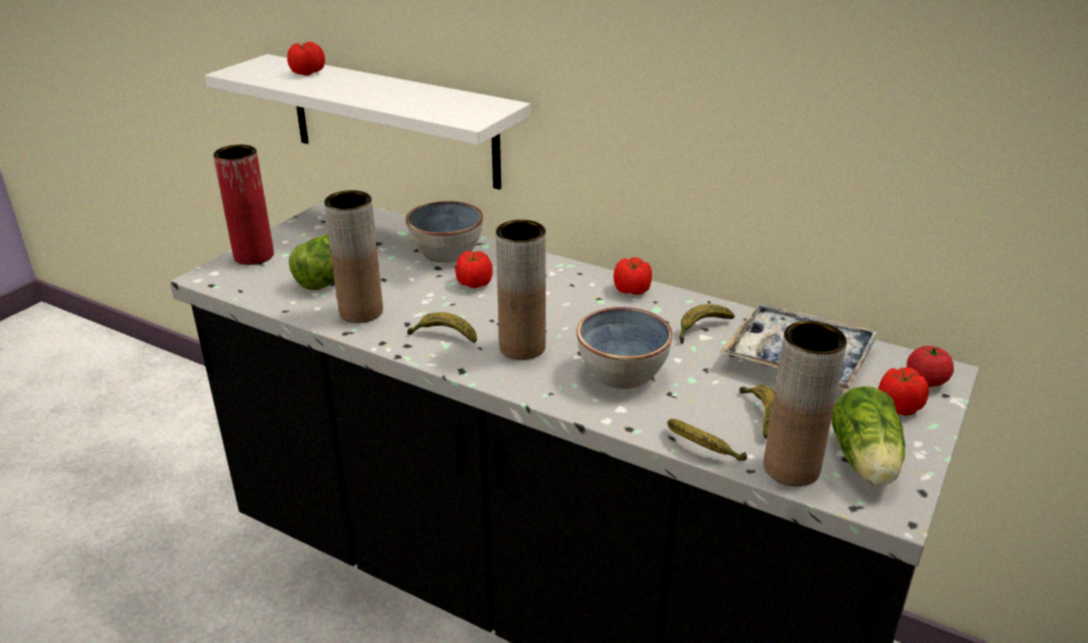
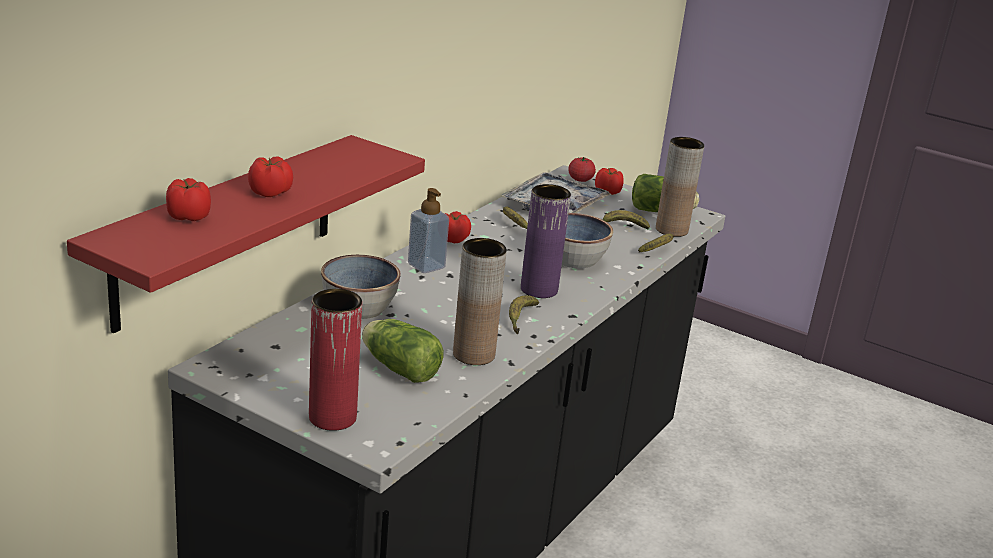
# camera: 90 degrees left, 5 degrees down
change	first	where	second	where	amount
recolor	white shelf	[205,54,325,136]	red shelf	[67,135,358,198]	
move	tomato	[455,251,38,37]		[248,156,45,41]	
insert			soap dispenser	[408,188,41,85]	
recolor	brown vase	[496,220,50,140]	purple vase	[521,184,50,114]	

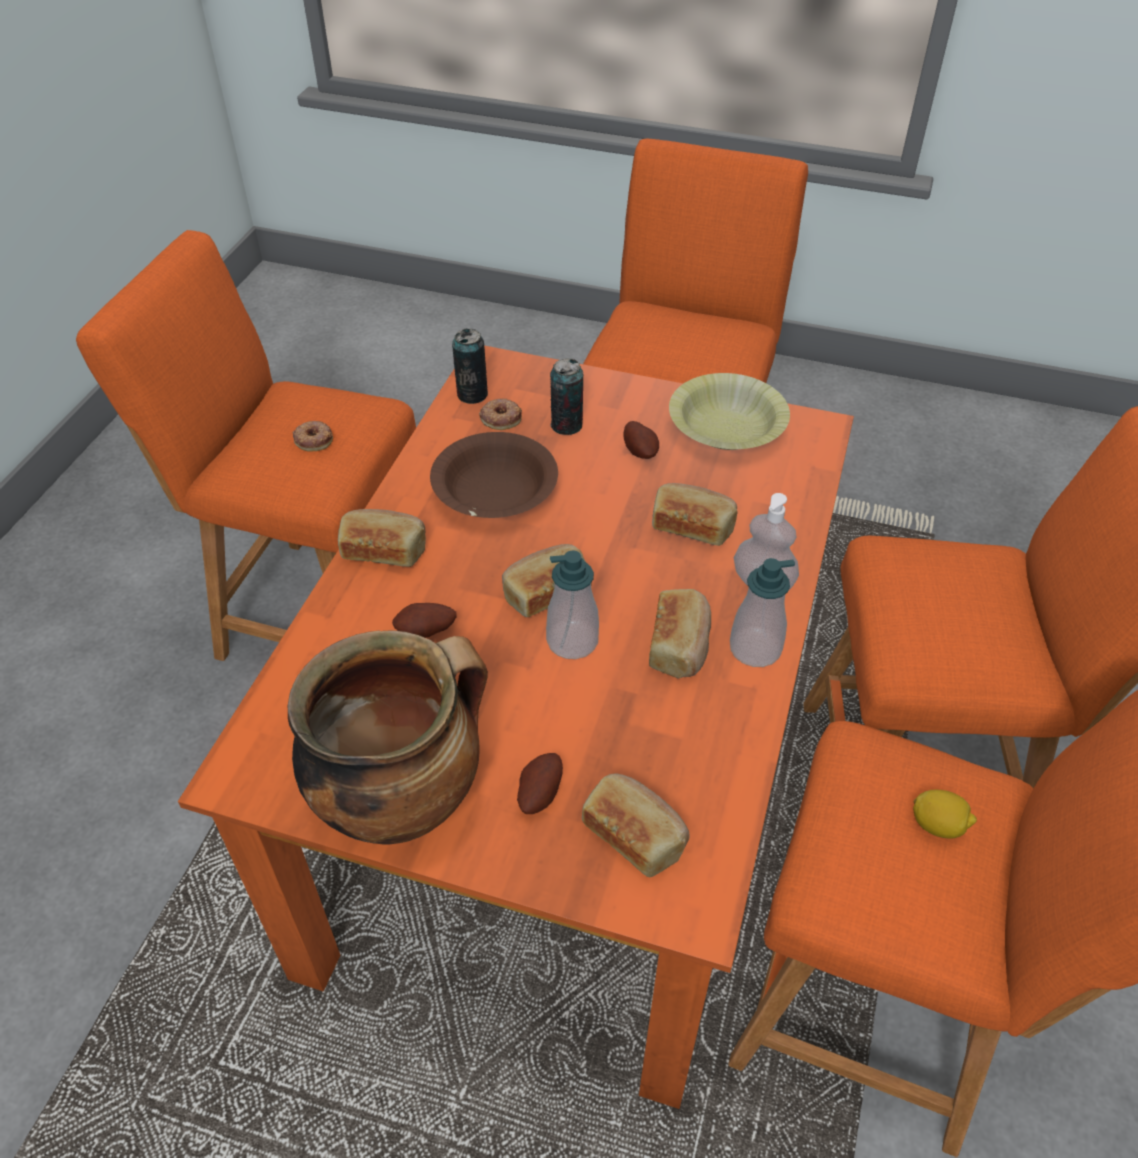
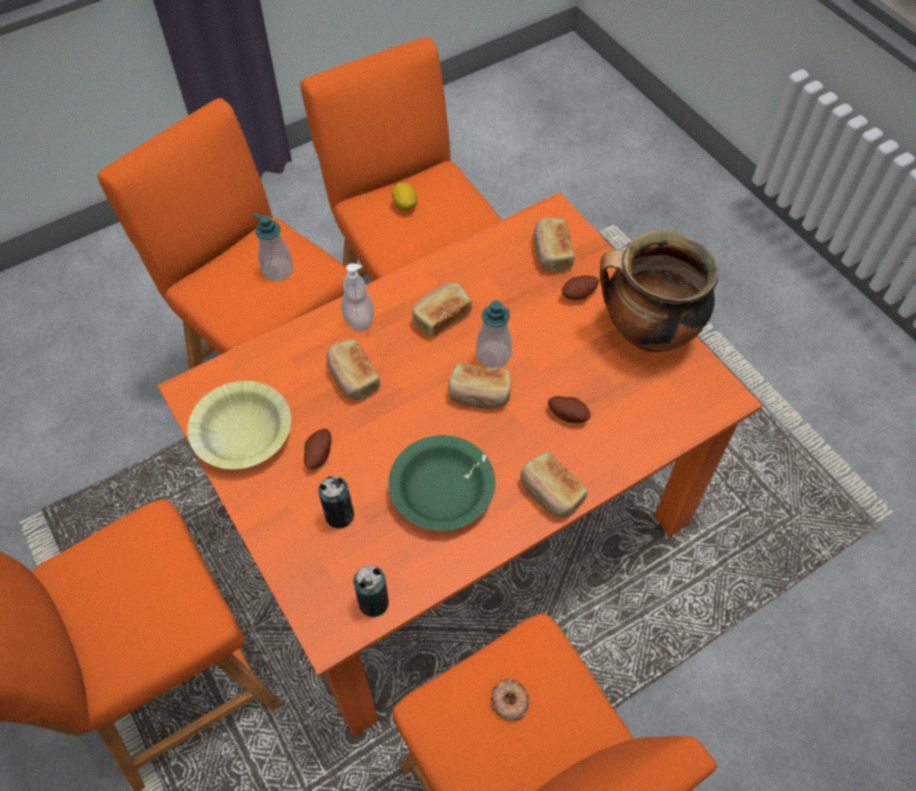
# camera: 140 degrees left, 10 degrees up
change	first	where	second	where	amount
move	soap dispenser	[730,558,65,109]		[253,213,40,68]	
recolor	brown bowl	[430,432,128,86]	green bowl	[388,435,107,96]	
delete	donut	[479,398,43,32]			

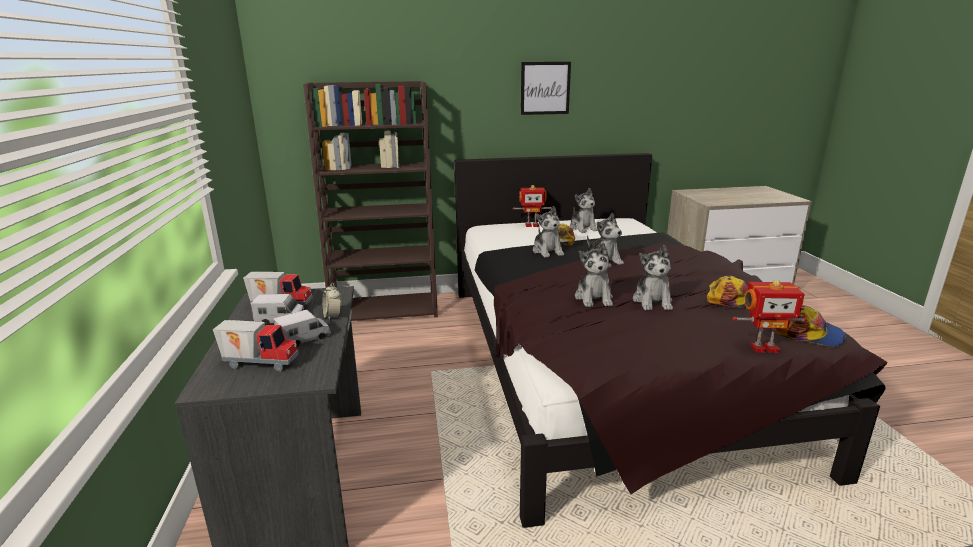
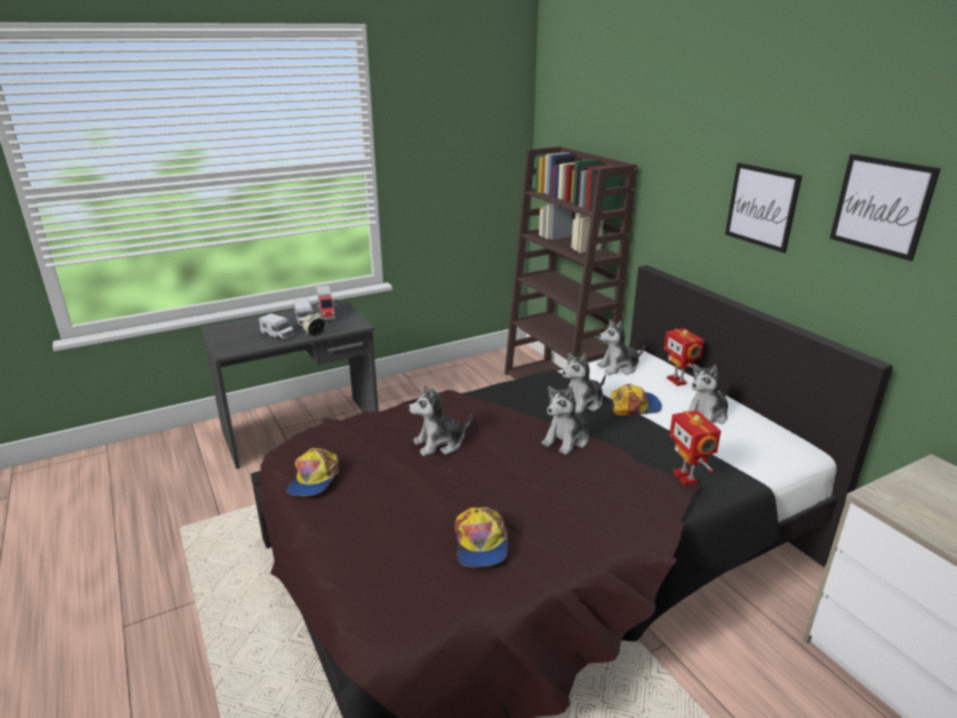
# camera: 70 degrees right, 5 degrees up
change	first	where	second	where	amount
move	cap	[775,305,71,42]		[286,448,53,48]	
move	plush toy	[633,245,40,65]		[597,320,48,55]	
move	toy robot	[733,280,73,73]		[669,410,52,75]	
insert			picture	[830,154,111,107]	
delete	toy truck	[213,320,86,51]			

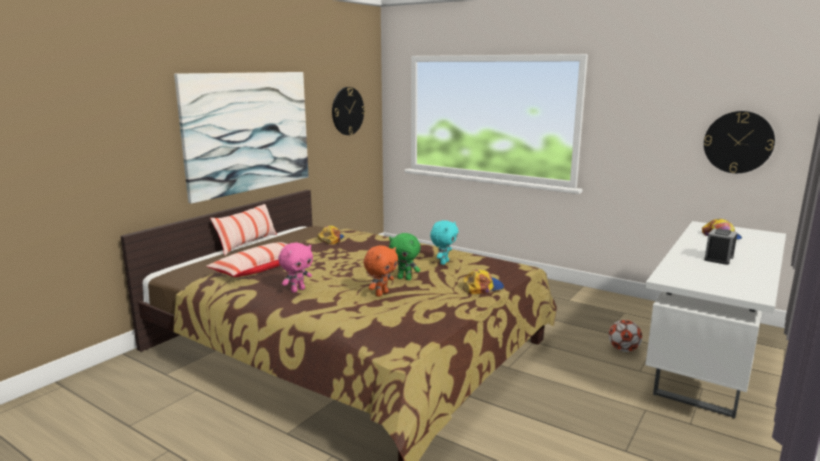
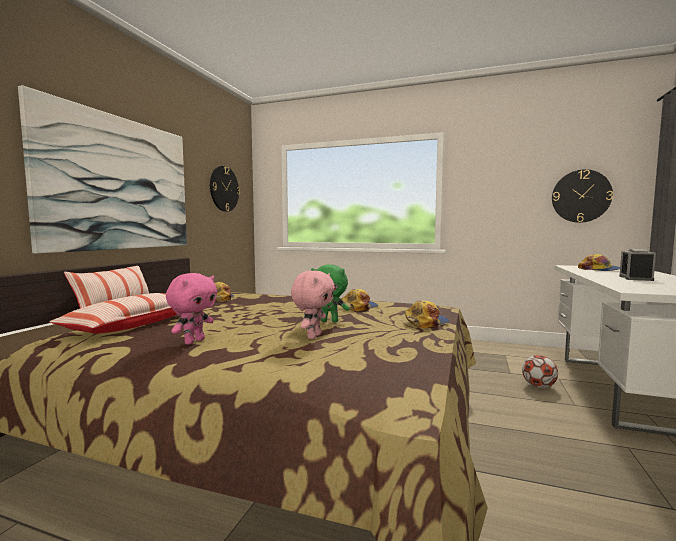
# camera: 15 degrees left, 10 degrees down
change	first	where	second	where	amount
recolor	orange plush toy	[364,245,34,52]	pink plush toy	[291,271,44,68]	
replace	turquoise plush toy	[430,220,28,45]	cap	[342,289,36,22]	

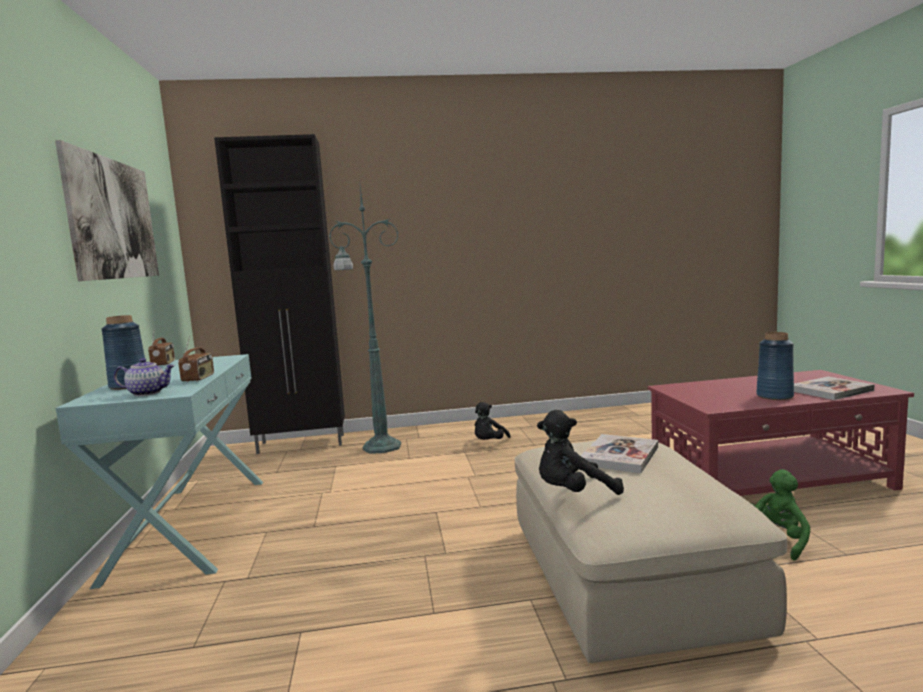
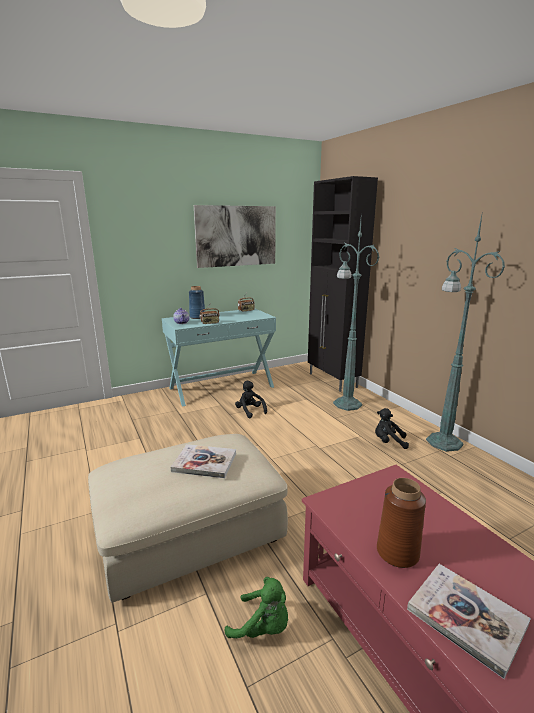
# camera: 70 degrees right, 10 degrees up
change	first	where	second	where	amount
move	black plush toy	[537,410,87,85]		[235,381,32,37]	
recolor	blue vase	[756,332,38,68]	brown vase	[377,478,49,90]	
insert			green floor lamp	[426,211,79,241]	

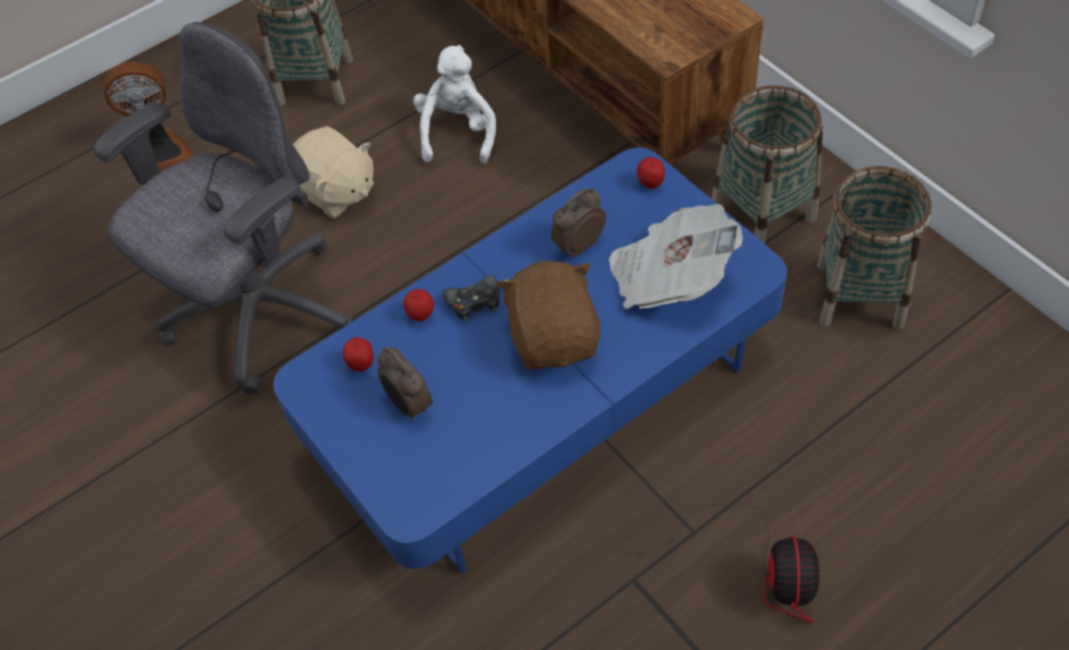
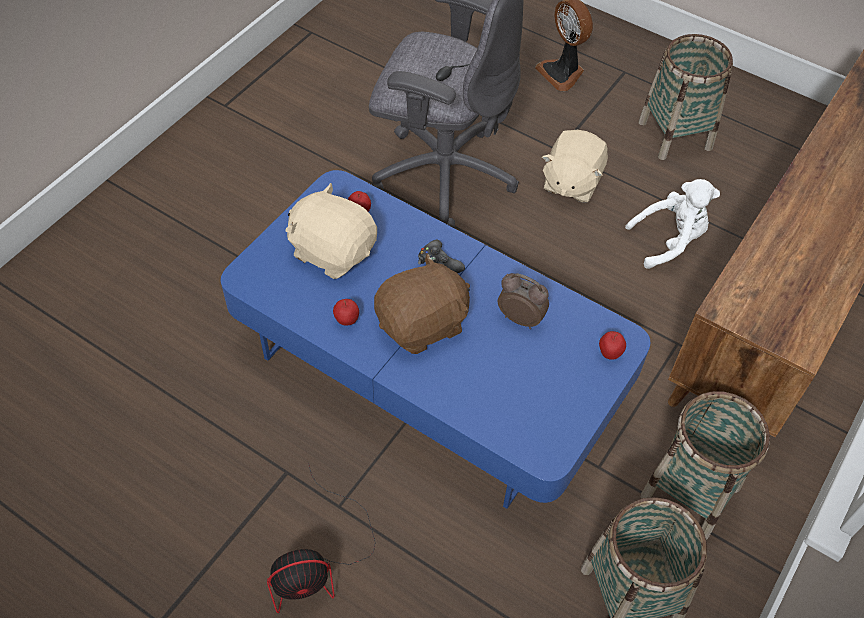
# camera: 65 degrees right, 0 degrees up
change	first	where	second	where	amount
replace	alarm clock	[378,347,55,75]	beige plush toy	[285,183,92,96]	
move	apple	[403,289,31,33]		[333,299,26,27]	
delete	newspaper	[609,204,134,105]			

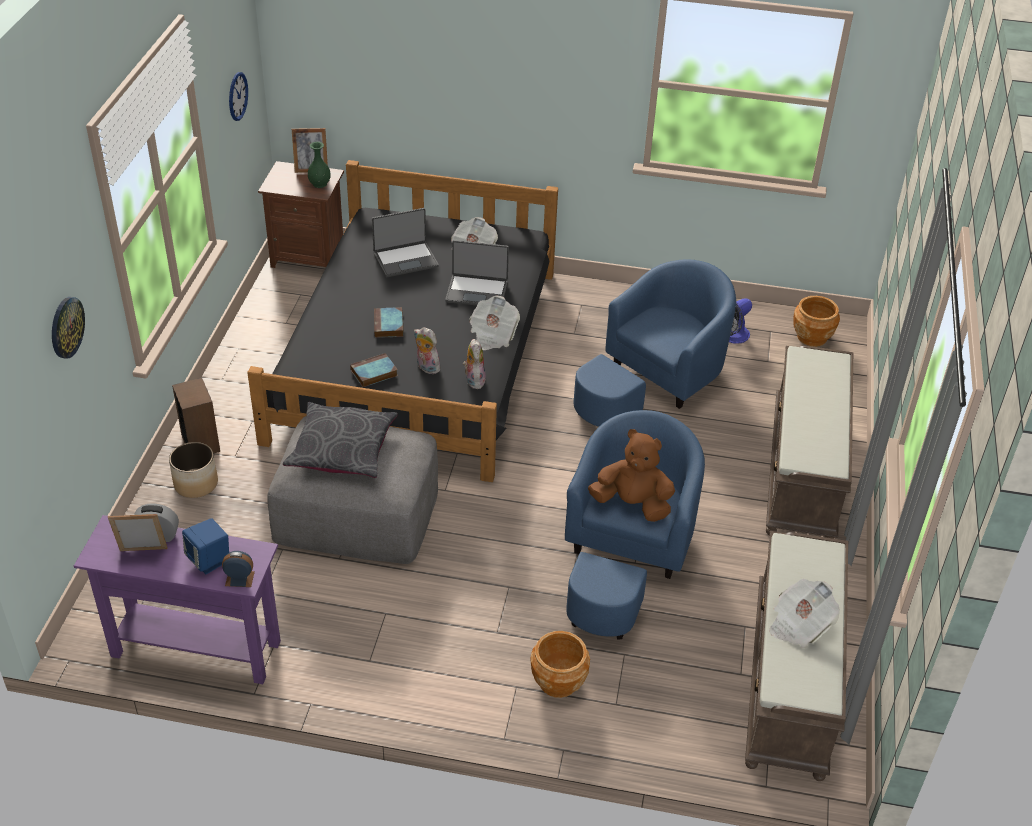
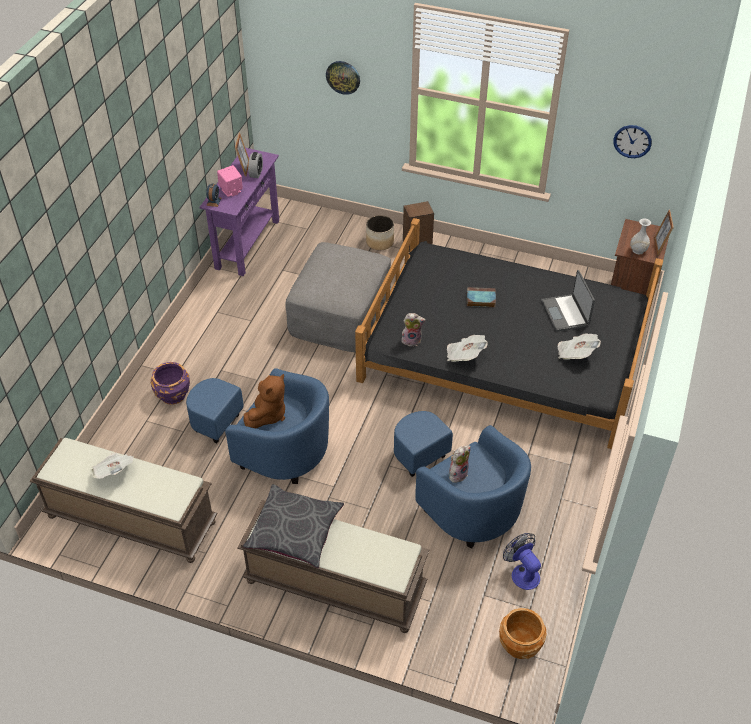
# camera: 100 degrees right, 5 degrees up
change	first	where	second	where	amount
recolor	brown planter	[530,631,60,67]	purple planter	[151,362,39,43]	
recolor	blue speaker	[182,518,47,56]	pink speaker	[217,165,26,32]	
move	grey pillow	[283,402,115,76]		[243,484,101,84]	
move	plush toy	[414,327,26,47]		[449,445,21,38]	
recolor	green vase	[308,142,23,46]	white vase	[630,218,21,36]	
delete	book	[350,353,48,34]			
delete	laptop	[445,240,64,66]			

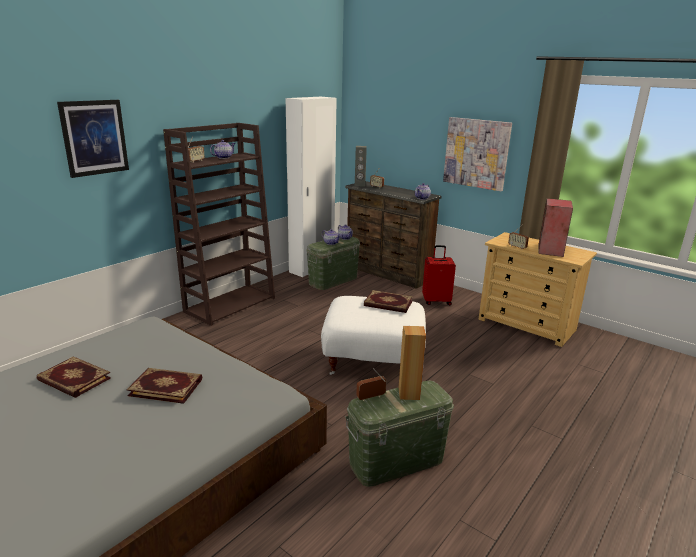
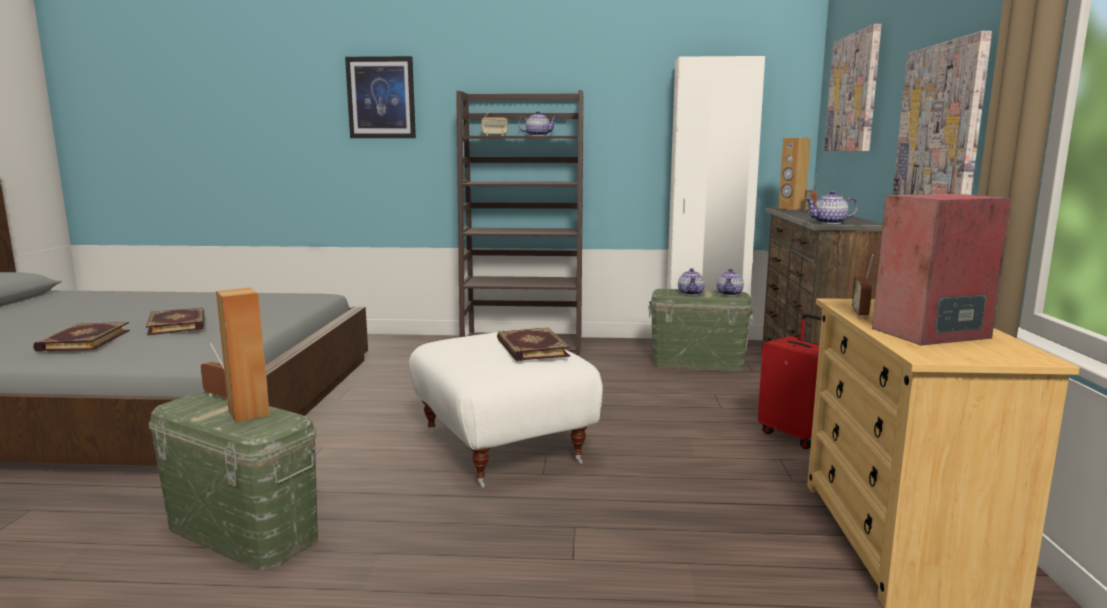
# camera: 55 degrees right, 10 degrees down
change	first	where	second	where	amount
move	book	[37,356,74,42]		[33,322,97,30]	
recolor	grey speaker	[355,146,12,40]	brown speaker	[778,138,33,72]	
insert			picture	[824,24,58,127]	

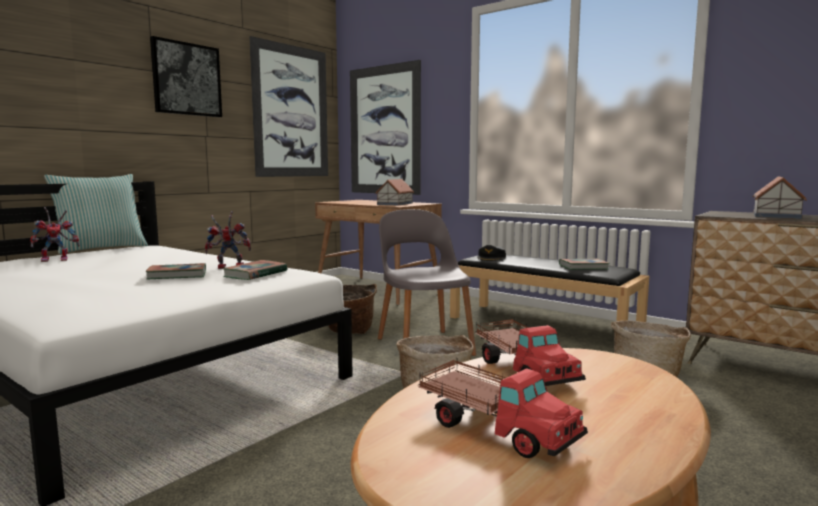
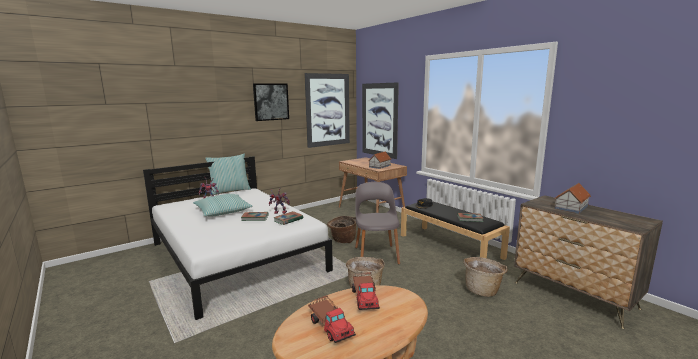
# camera: 15 degrees right, 5 degrees up
change	first	where	second	where	amount
insert			pillow	[193,194,59,23]	

